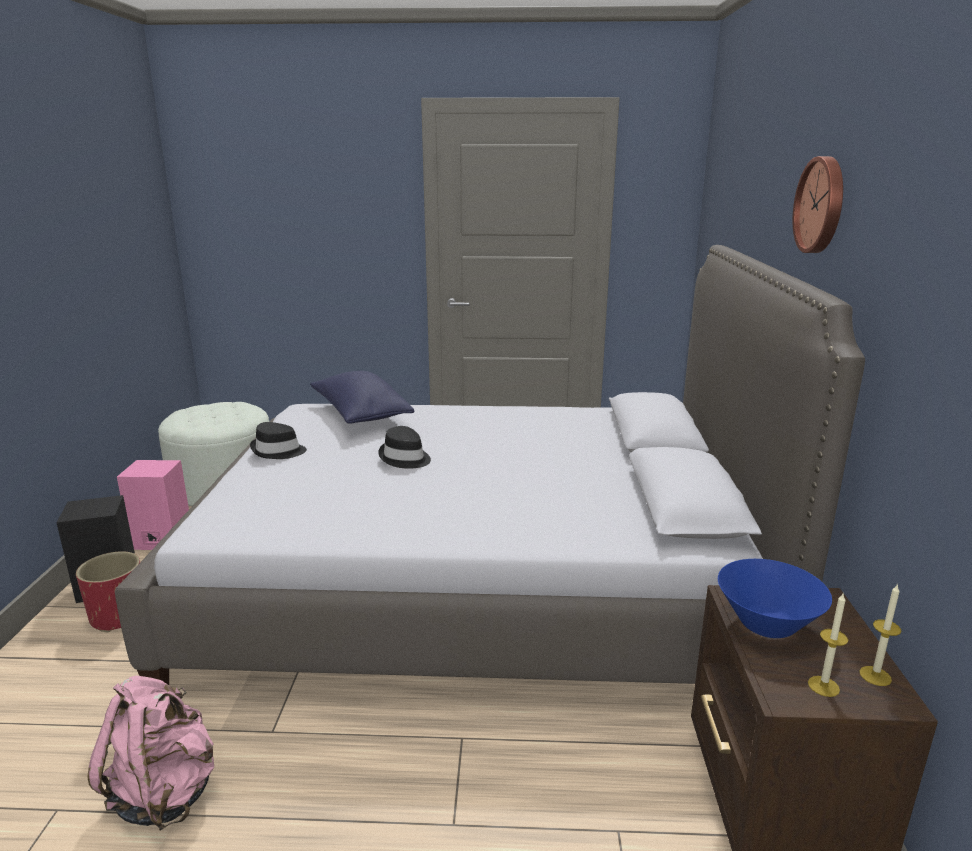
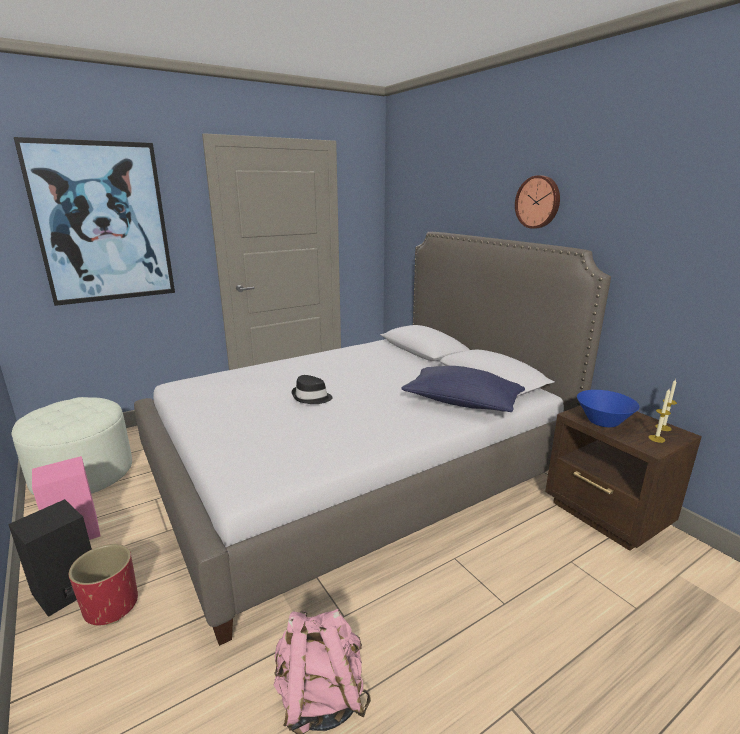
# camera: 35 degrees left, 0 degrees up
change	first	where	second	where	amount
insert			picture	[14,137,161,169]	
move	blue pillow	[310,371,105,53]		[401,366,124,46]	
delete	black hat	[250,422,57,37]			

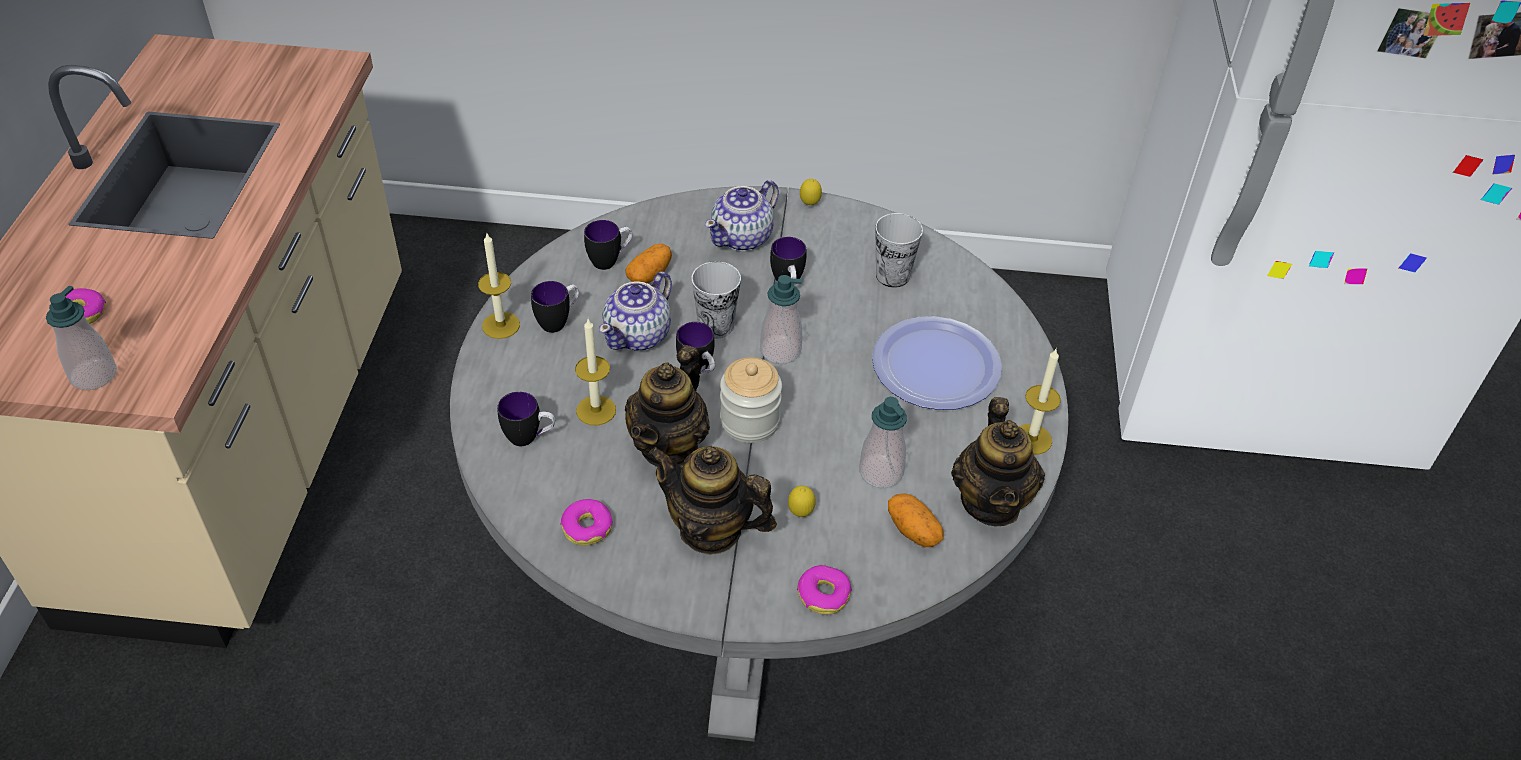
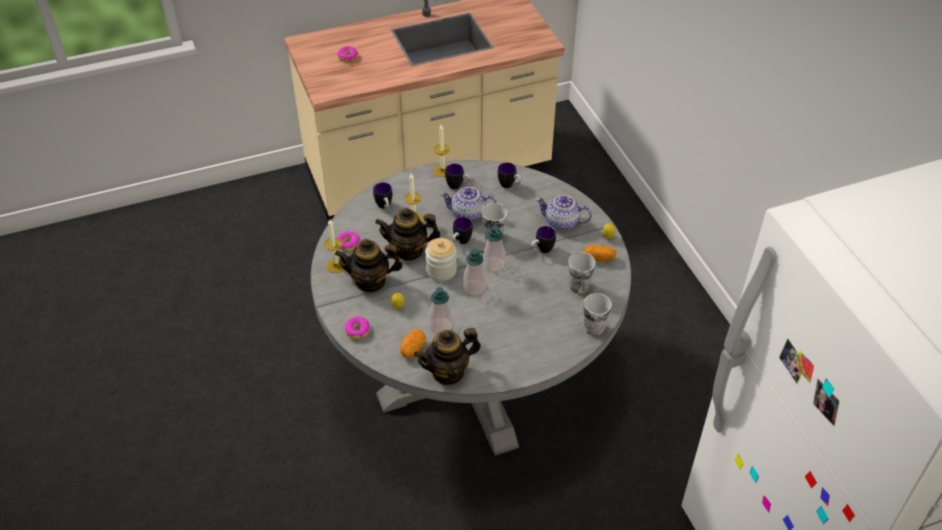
# camera: 65 degrees right, 0 degrees up
change	first	where	second	where	amount
move	candle	[1019,349,42,106]		[325,219,19,54]	
rotate	teapot	[649,446,128,108]		[335,239,68,53]	90 degrees counterclockwise
move	soap dispenser	[46,286,71,104]		[463,249,23,47]	
move	potato	[625,243,47,40]		[584,245,32,16]	
insert			cup	[584,293,28,43]	
delete	plate	[872,316,130,94]			

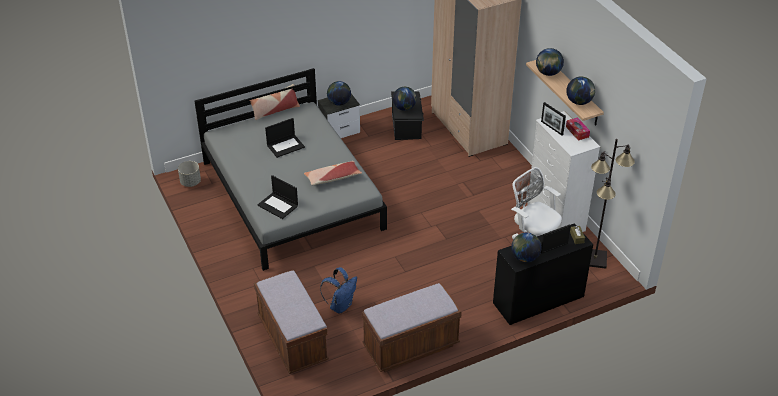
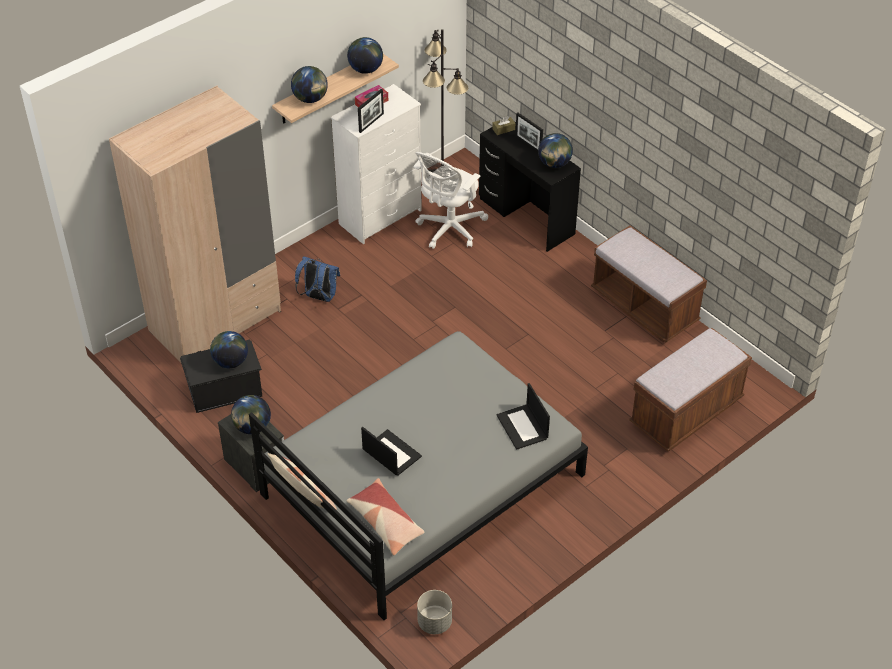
# camera: 105 degrees left, 5 degrees up
change	first	where	second	where	amount
move	blue backpack	[320,267,37,47]		[295,256,45,46]	
move	pillow	[304,161,58,24]		[346,478,78,77]	
rotate	laptop	[257,175,41,44]		[497,383,53,67]	135 degrees clockwise

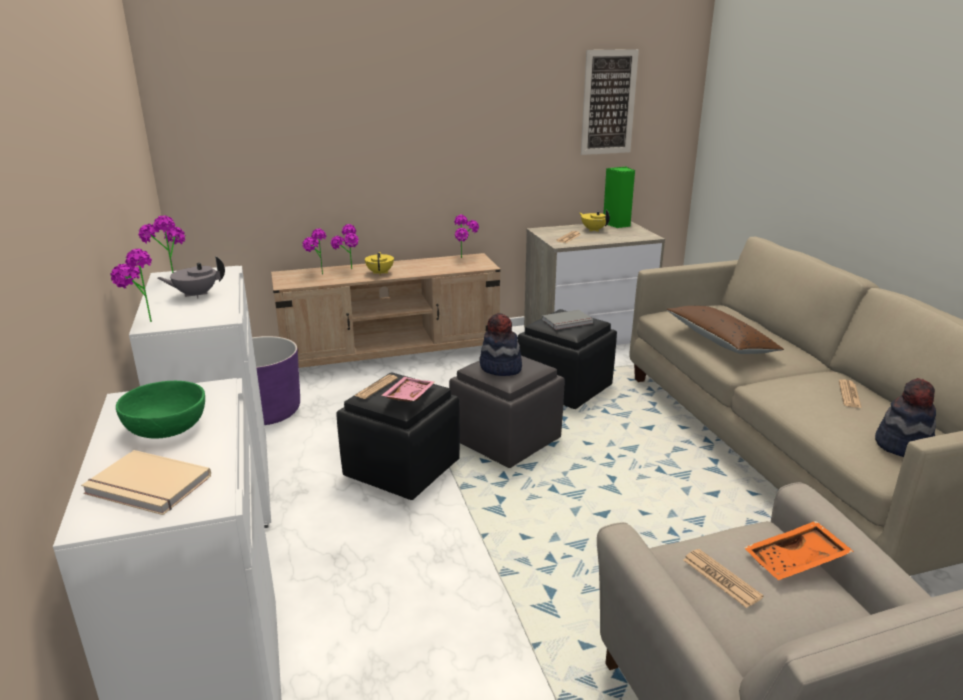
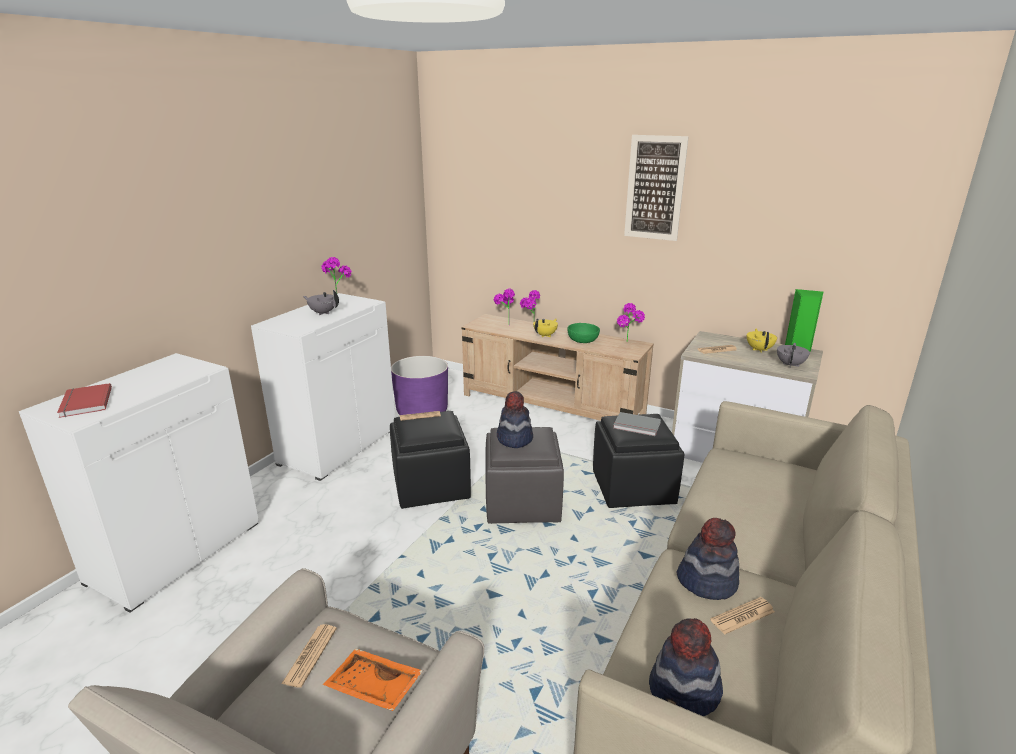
# camera: 45 degrees right, 0 degrees up
change	first	where	second	where	amount
recolor	beige book	[81,450,130,65]	red book	[57,383,55,35]	
move	green bowl	[116,381,89,58]		[567,323,33,20]	
move	picture	[581,49,58,106]		[624,135,65,106]	
insert			hat	[676,518,63,82]	
insert			grey teapot	[777,343,33,24]	
delete	potted plant	[111,249,41,73]			
delete	pink tray	[381,377,54,25]			
delete	brown pillow	[666,306,118,48]			

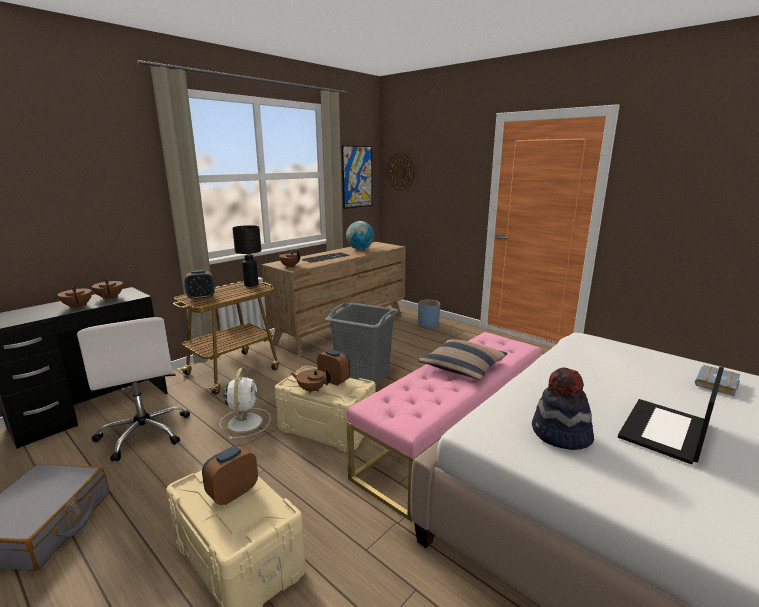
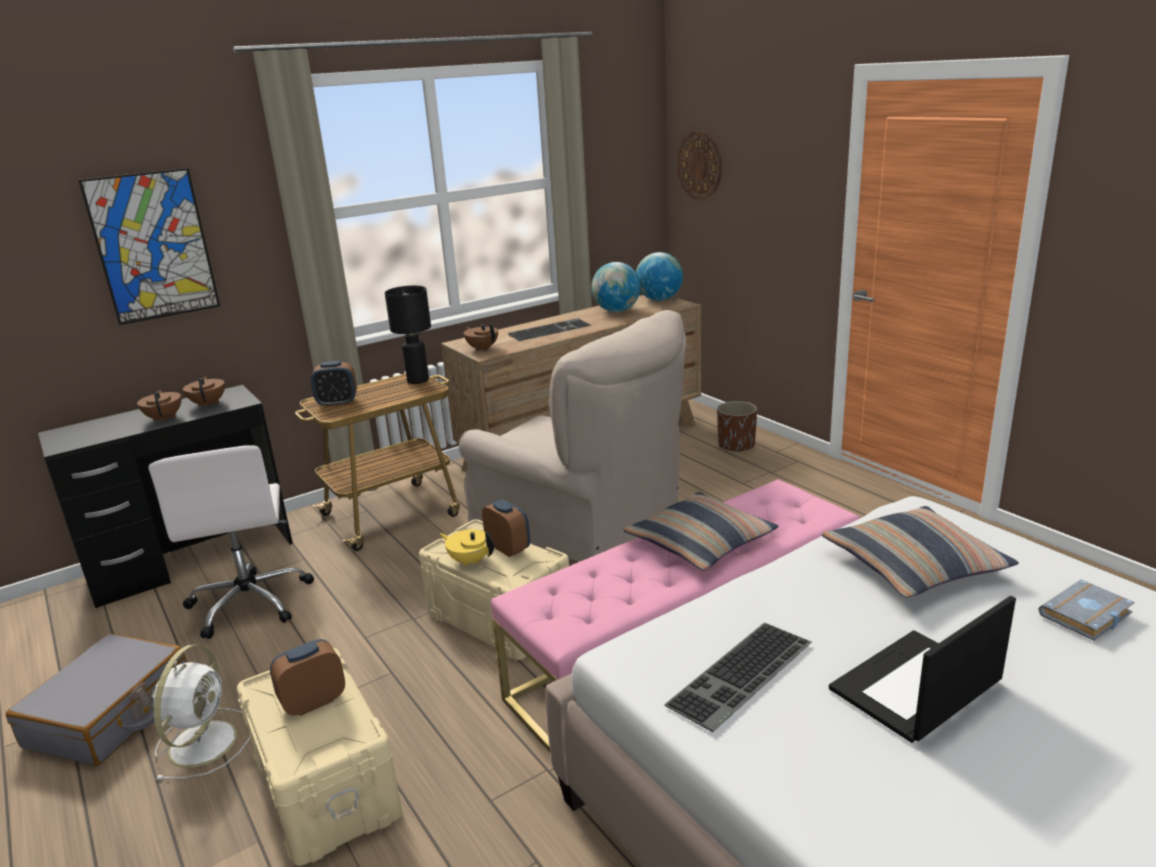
# camera: 15 degrees right, 5 degrees up
change	first	where	second	where	amount
move	picture	[342,145,30,64]		[79,168,141,157]	
move	white fan	[220,368,51,71]		[152,644,98,136]	
recolor	brown teapot	[291,369,40,24]	yellow teapot	[440,529,54,38]	
replace	grey laundry basket	[325,303,73,84]	beige armchair	[459,310,227,252]	
insert			globe	[636,252,47,49]	
replace	hat	[532,368,62,82]	keyboard	[664,623,148,109]	
recolor	blue planter	[418,300,22,28]	brown planter	[717,401,40,52]	
insert			pillow	[822,506,197,92]	

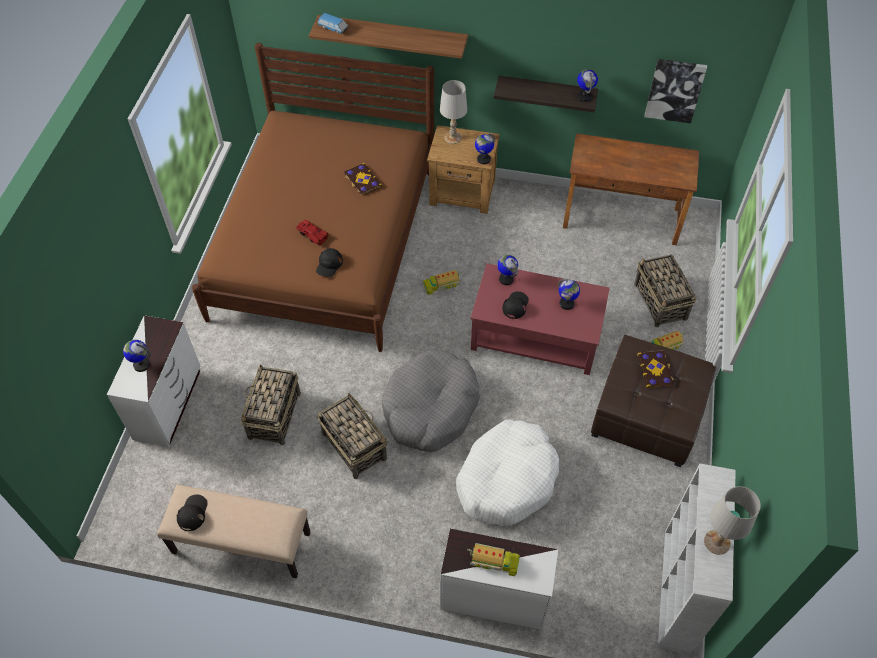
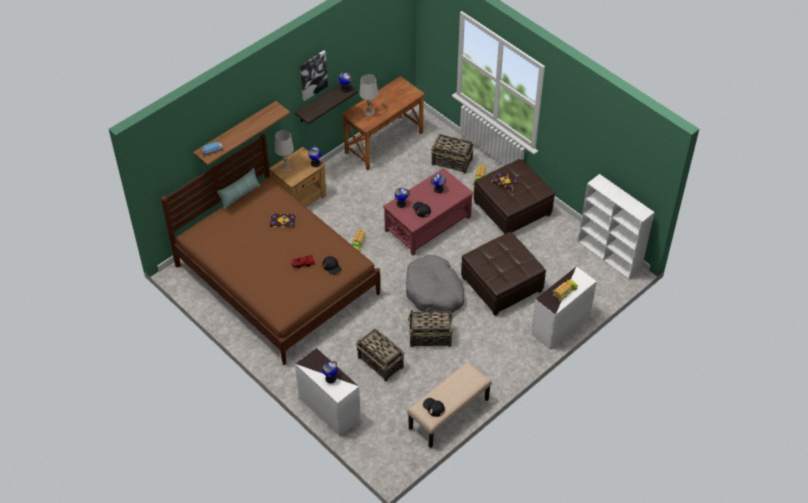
# camera: 55 degrees left, 5 degrees down
change	first	where	second	where	amount
insert			pillow	[217,168,43,42]	
move	picture	[644,59,63,64]		[300,50,28,51]	
move	white table lamp	[704,486,57,69]		[360,74,18,42]	
replace	white dog bed	[456,419,103,107]	brown ottoman	[461,231,85,85]	

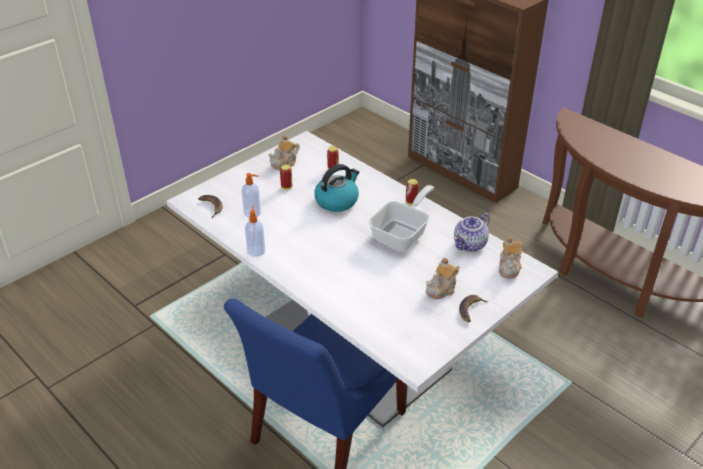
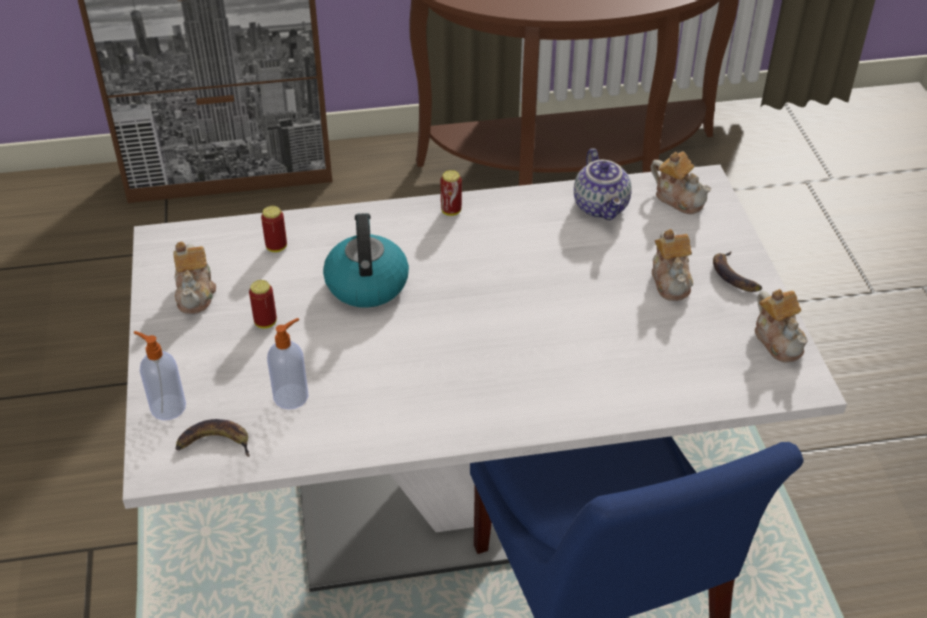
# camera: 55 degrees left, 5 degrees up
change	first	where	second	where	amount
move	soap dispenser	[245,205,20,52]		[134,331,52,89]	
insert			teapot	[755,289,53,74]	
delete	frying pan	[369,185,65,66]			

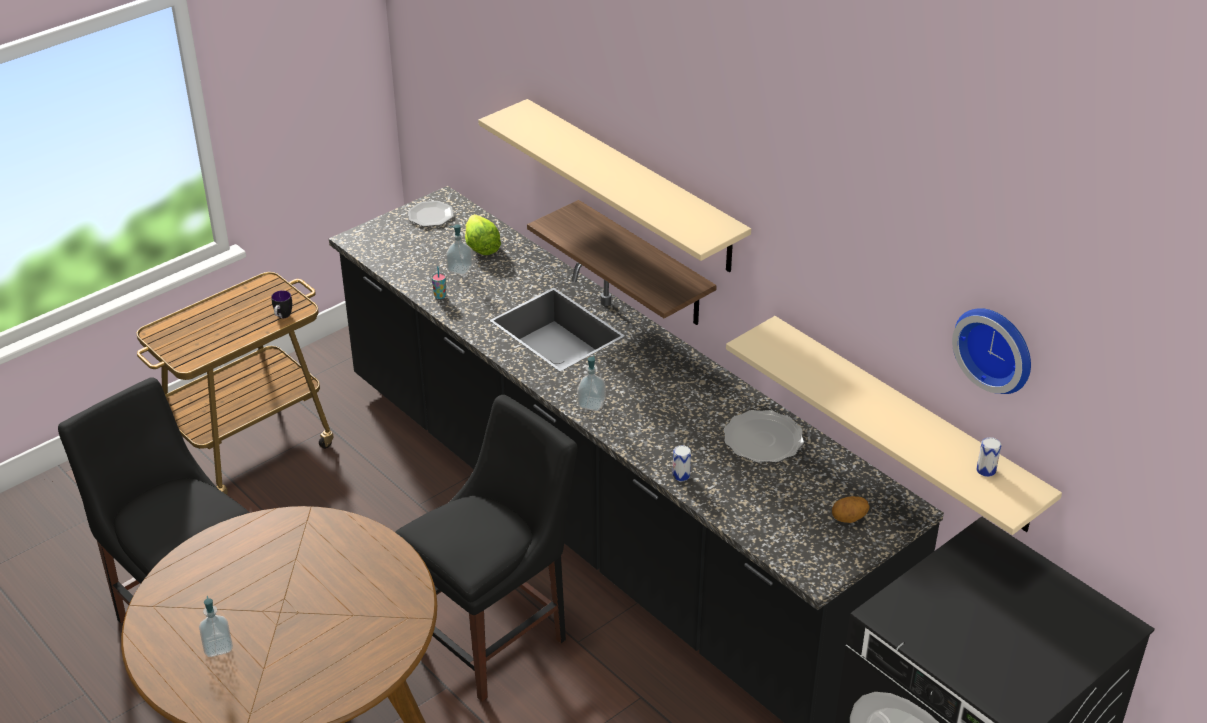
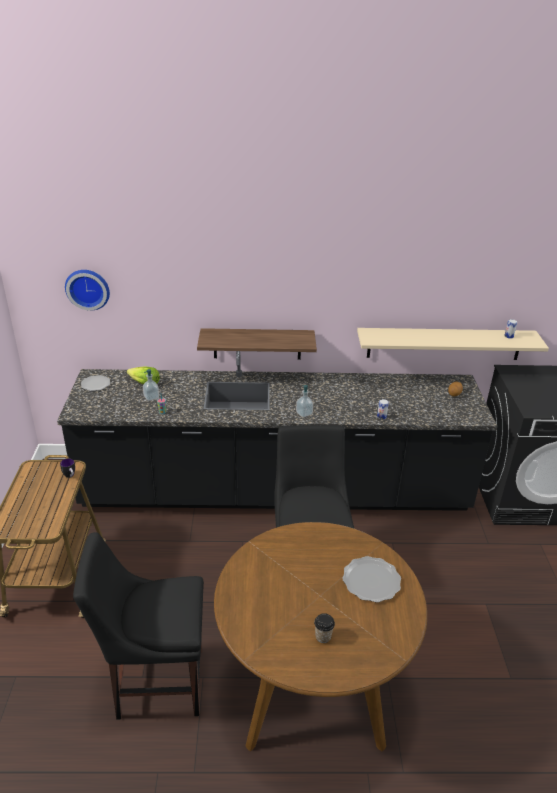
# camera: 50 degrees left, 5 degrees down
change	first	where	second	where	amount
move	wall clock	[952,308,79,86]		[65,270,45,41]	
replace	soap dispenser	[199,596,34,61]	cup	[314,613,21,30]	
move	plate	[724,410,80,53]		[342,556,59,47]	
delete	beige shelf	[478,99,273,173]			

